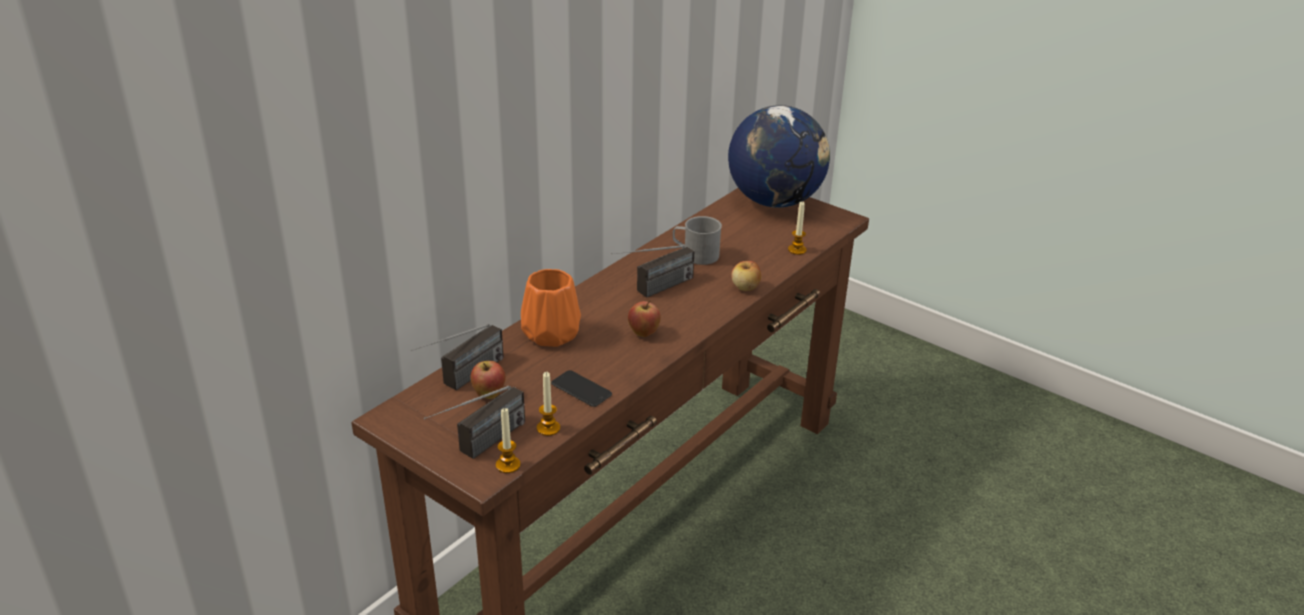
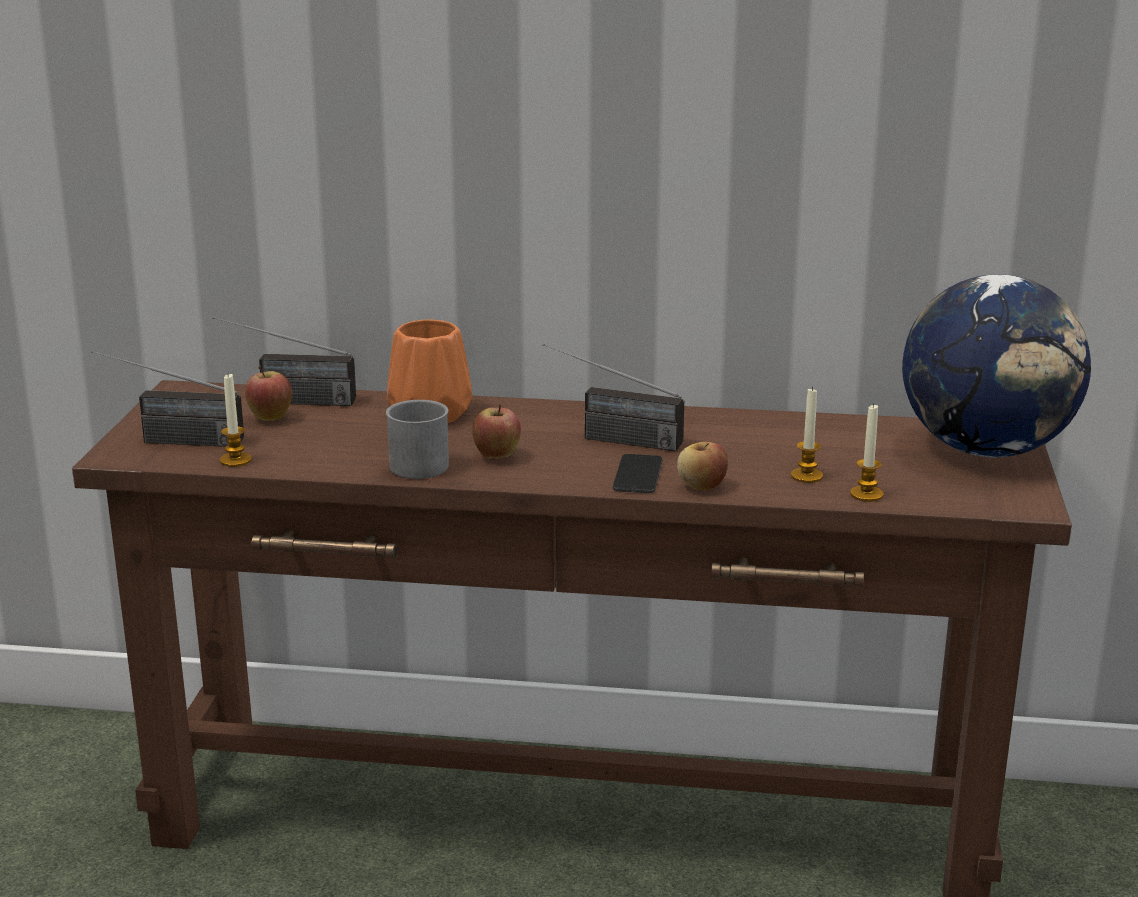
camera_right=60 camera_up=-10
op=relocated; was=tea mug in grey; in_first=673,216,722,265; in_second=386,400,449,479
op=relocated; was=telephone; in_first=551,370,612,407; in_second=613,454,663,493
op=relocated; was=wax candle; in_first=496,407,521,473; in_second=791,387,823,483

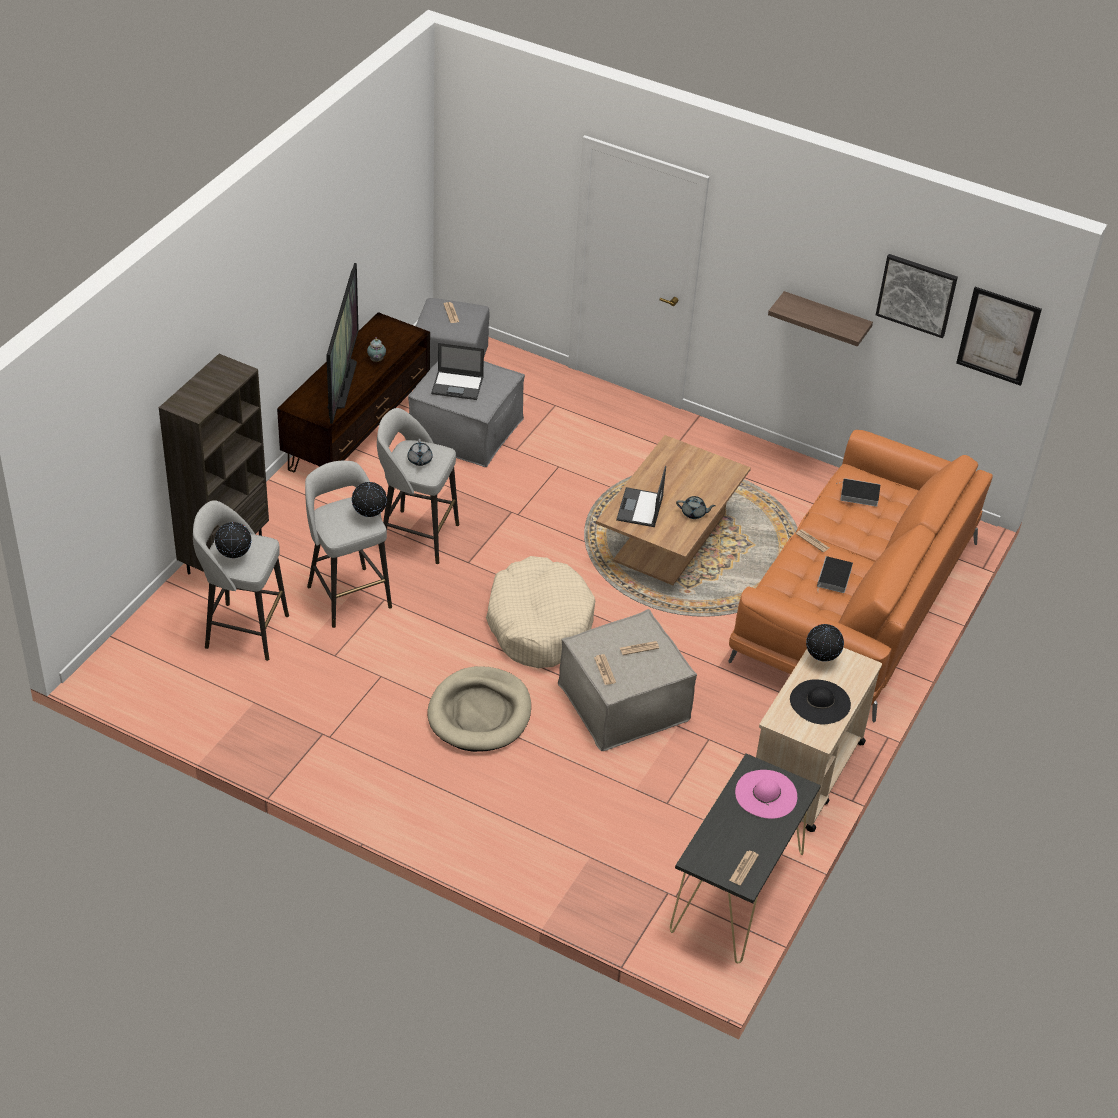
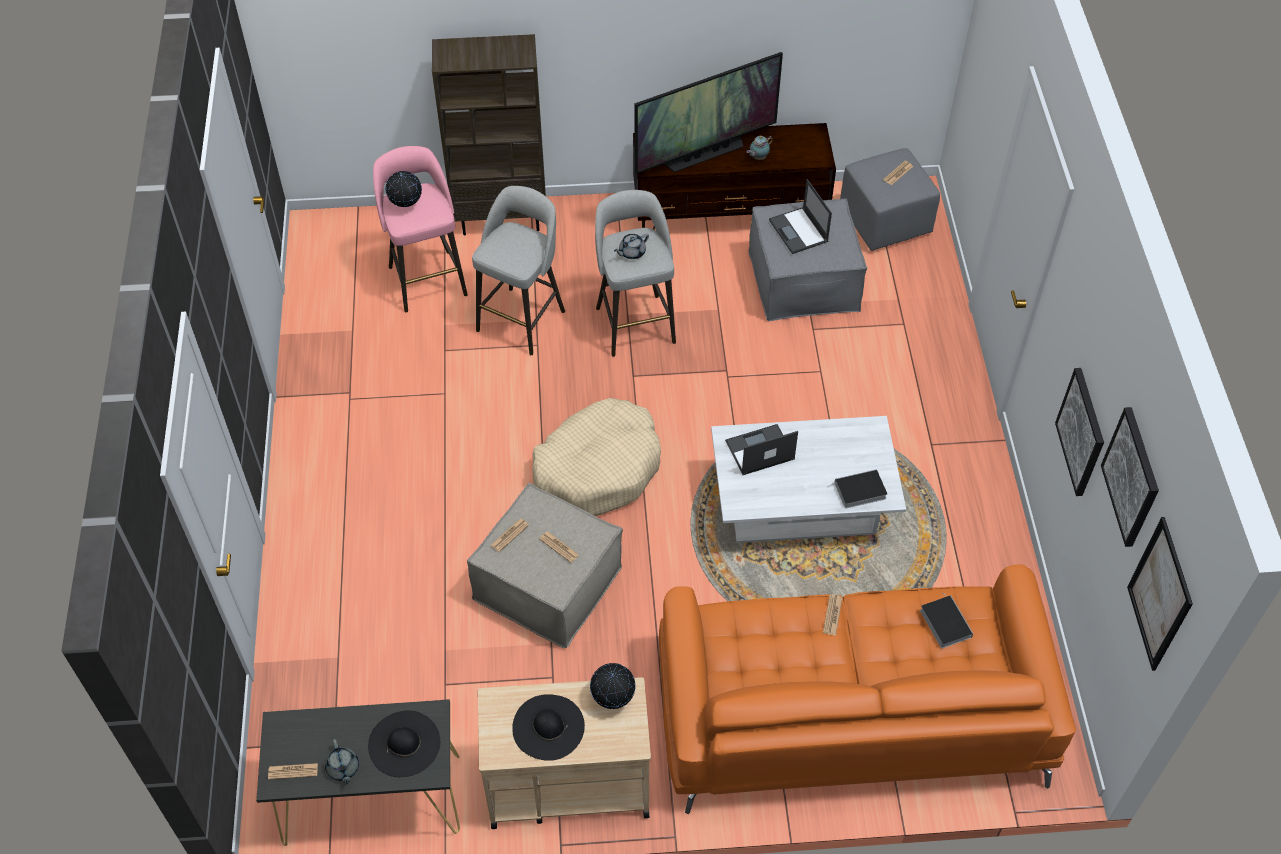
camera_right=60 camera_up=10
op=exchanged; was=shelf; now=wall picture; in_first=768,291,873,347; in_second=1055,368,1104,496
op=colour; was=low table in brownish; now=low table in white-coloured; in_first=596,435,751,585; in_second=711,416,906,543
op=missing; was=globe; in_first=352,482,387,517
op=relocated; was=teapot in grey; in_first=676,496,716,519; in_second=325,739,359,784
op=colour; was=stool seat in grey; now=stool seat in pink-coloured; in_first=193,500,289,661; in_second=373,146,468,312
op=relocated; was=book; in_first=817,556,853,593; in_second=827,469,887,509
op=missing; was=dog bed in beige-coloured; in_first=428,666,531,752
op=colour; was=hat in pink-coloured; now=hat in black-coloured; in_first=735,770,797,819; in_second=368,711,440,777

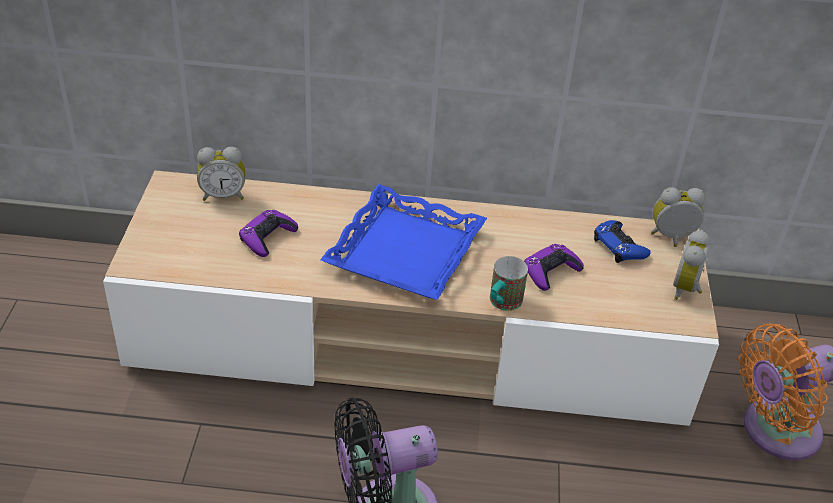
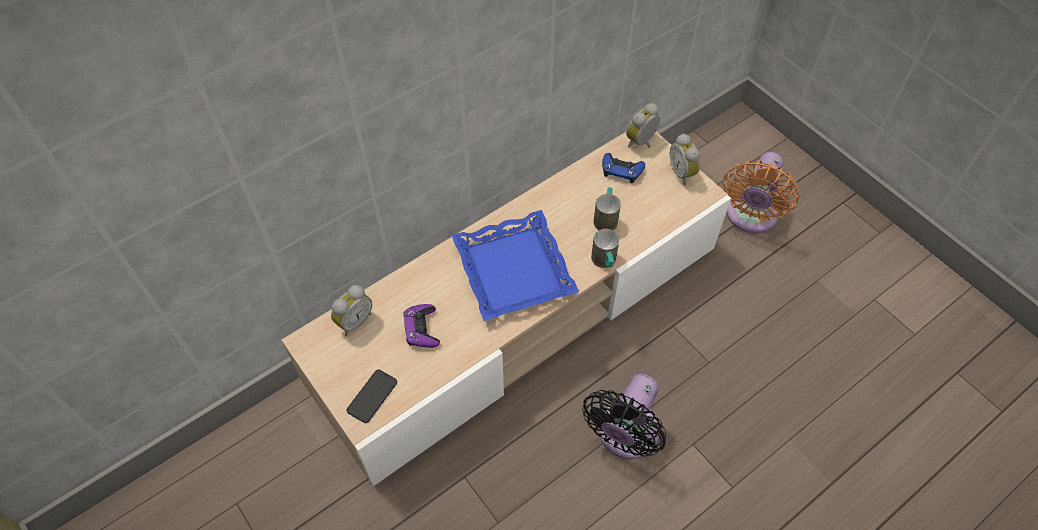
camera_right=-40 camera_up=15
op=exchanged; was=joypad in purple; now=tea mug; in_first=524,244,584,291; in_second=593,187,621,231
op=appeared; now=telephone; in_second=346,369,397,423

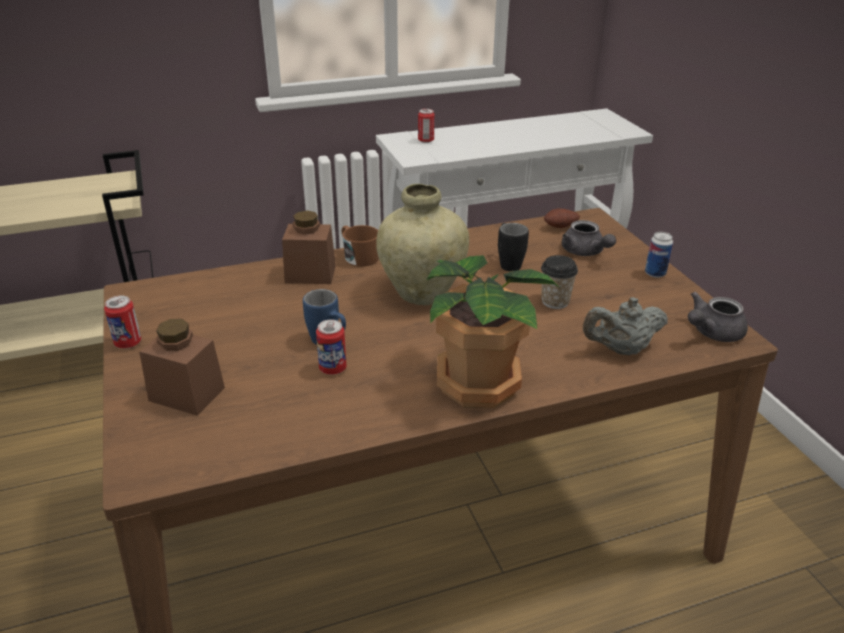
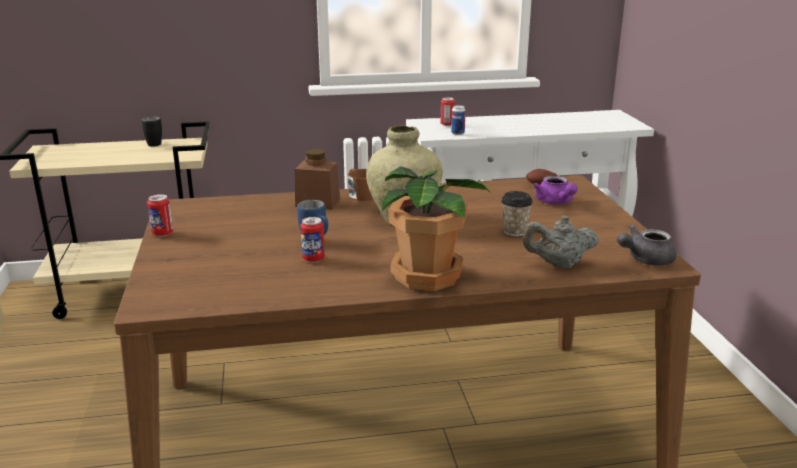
camera_right=10 camera_up=-10
op=colour; was=teapot in grey; now=teapot in purple; in_first=562,220,616,256; in_second=533,176,578,205
op=relocated; was=tea mug in black-coloured; in_first=498,223,529,271; in_second=141,117,162,147
op=relocated; was=can; in_first=645,232,673,278; in_second=451,105,466,135
op=missing; was=jar in brownish; in_first=139,319,225,416

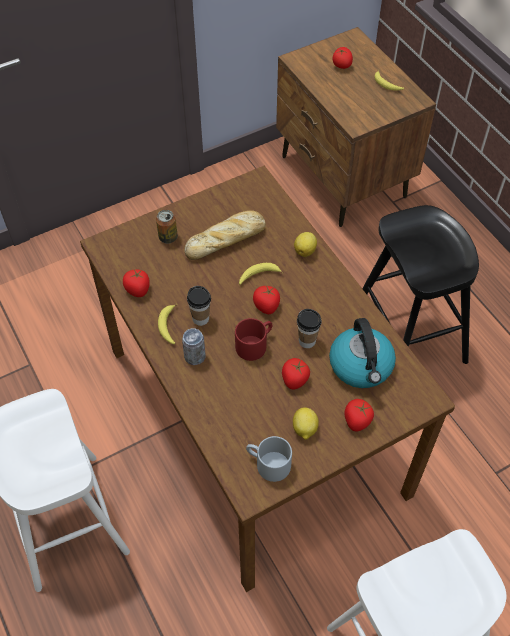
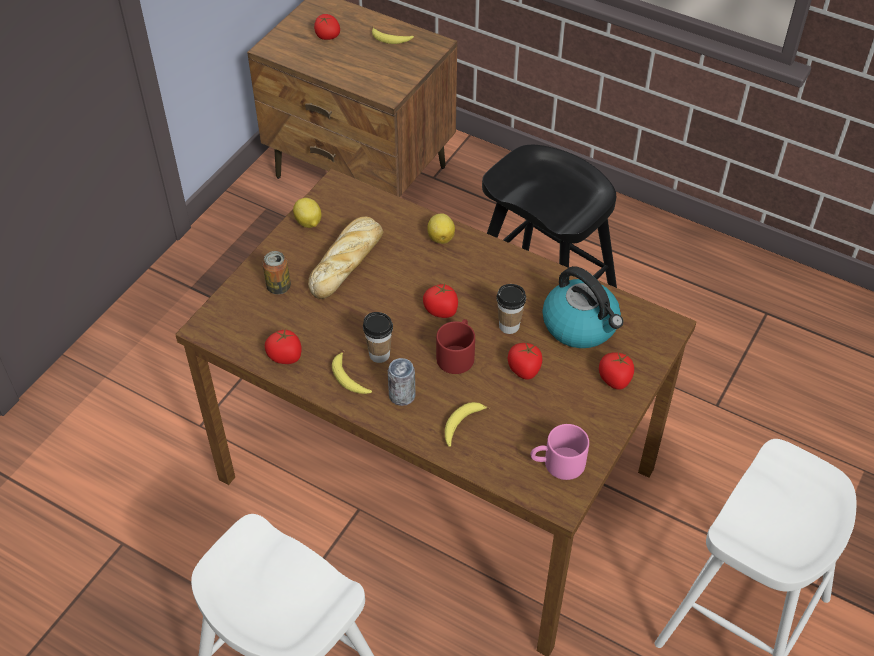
camera_right=-30 camera_up=-5
op=relocated; was=banana; in_first=239,263,283,285; in_second=445,402,490,447
op=relocated; was=citrus fruit; in_first=293,407,319,440; in_second=293,198,322,228
op=colour; was=tea mug in grey; now=tea mug in pink-coloured; in_first=246,436,292,482; in_second=530,424,589,480

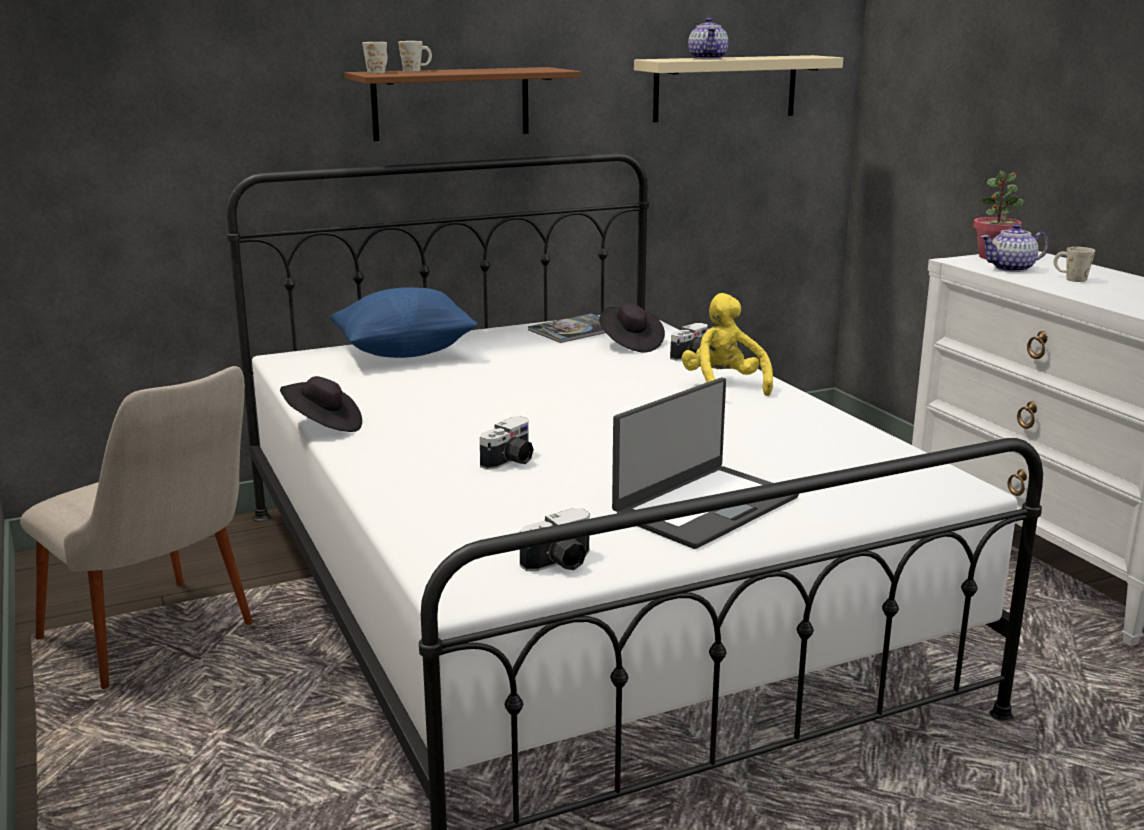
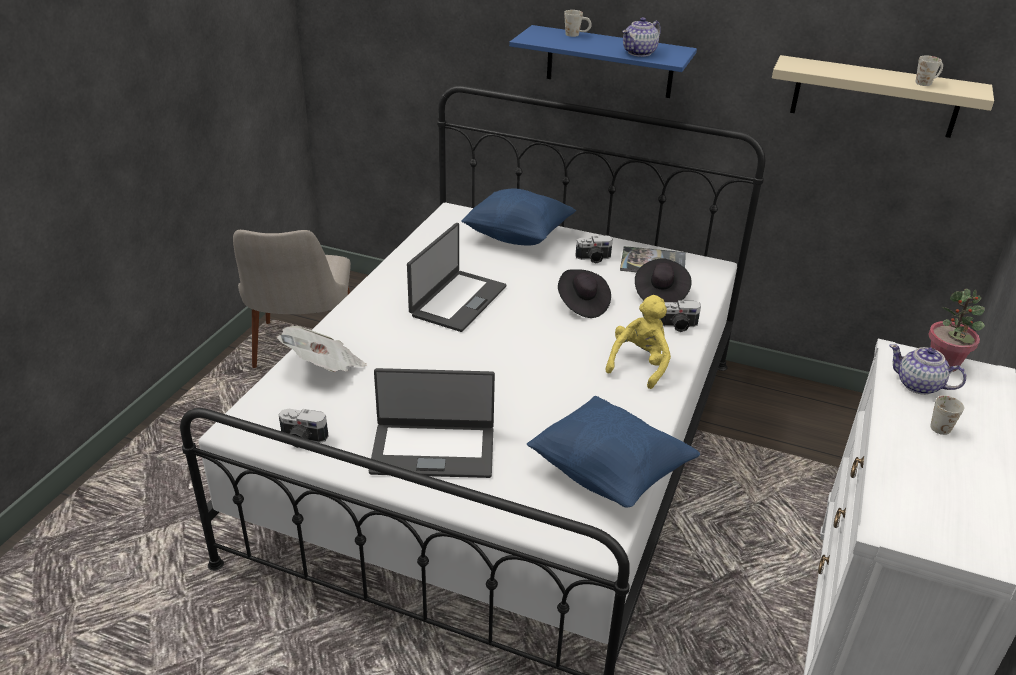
camera_right=45 camera_up=15
op=relocated; was=teapot; in_first=688,18,728,59; in_second=622,17,661,57
op=relocated; was=tea mug in white-coloured; in_first=362,42,388,73; in_second=916,56,943,86
op=colour; was=shelf in brownish; now=shelf in blue-coloured; in_first=344,67,581,141; in_second=509,25,697,98
op=relocated; was=hat in black-coloured; in_first=280,376,362,432; in_second=558,269,611,318
op=relocated; was=photo camera; in_first=480,416,534,470; in_second=575,235,613,263
op=appeared; now=laptop; in_second=407,223,506,332
op=appeared; now=daily paper; in_second=277,326,367,372
op=appeared; now=pillow in blue-coloured; in_second=527,396,700,508

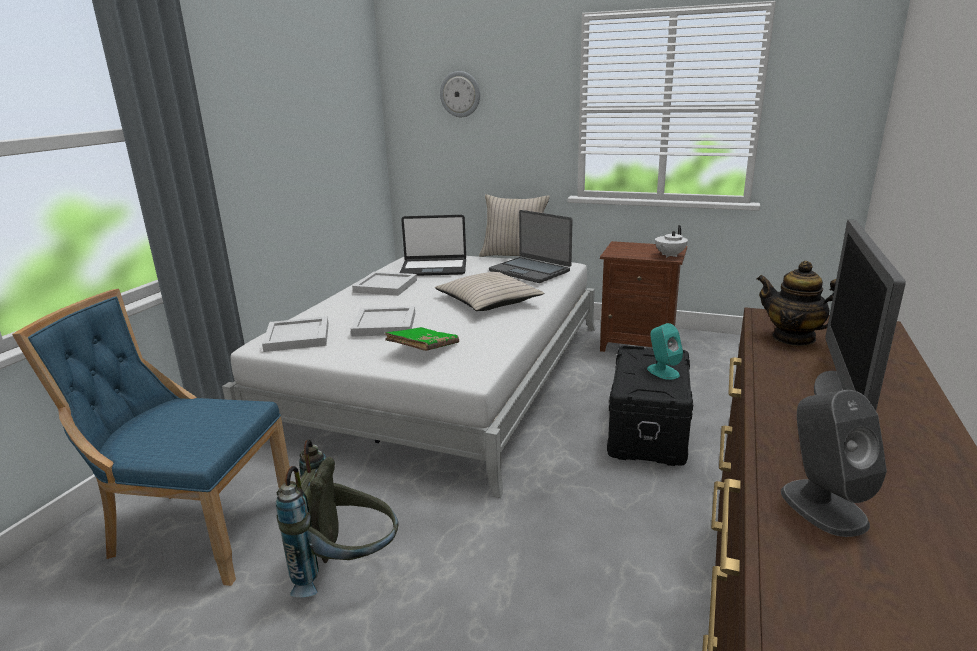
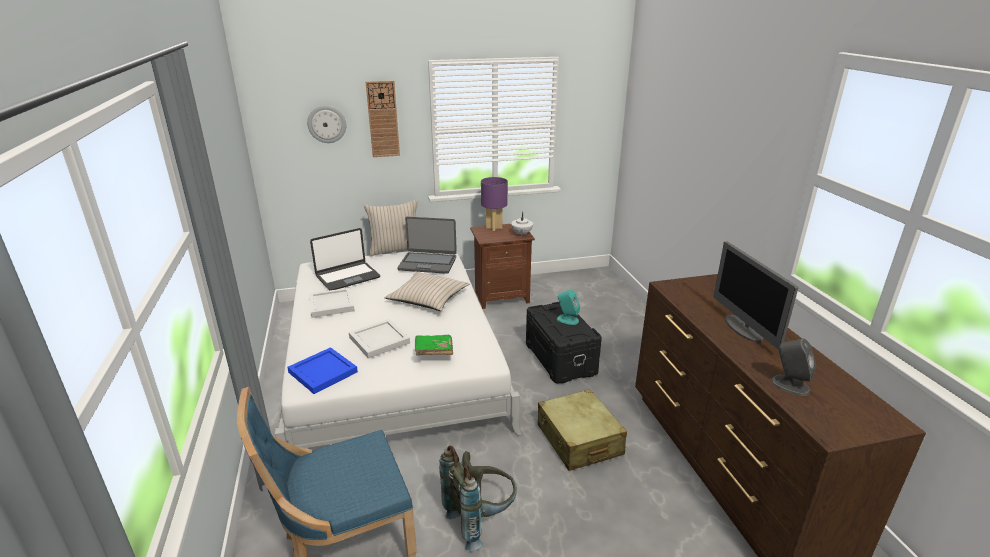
camera_right=-35 camera_up=5
op=missing; was=teapot; in_first=757,261,836,346
op=colour; was=serving tray in white-coloured; now=serving tray in blue-coloured; in_first=262,317,329,352; in_second=287,347,358,394
op=appeared; now=hanging clock; in_second=366,81,400,157
op=appeared; now=tabletop lamp in purple; in_second=481,177,508,231
op=appeared; now=piece of luggage in beige-coloured; in_second=538,389,627,471

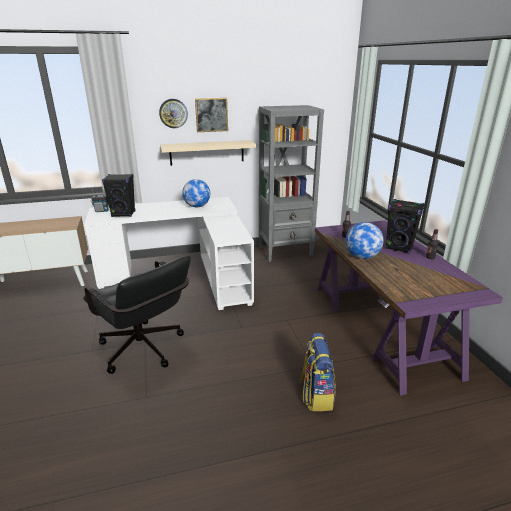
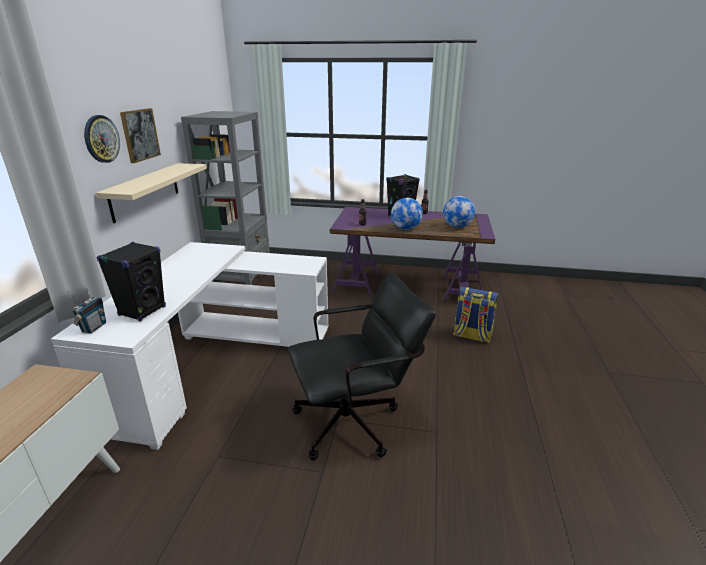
camera_right=-65 camera_up=0
op=relocated; was=globe; in_first=182,179,210,207; in_second=443,196,475,228

